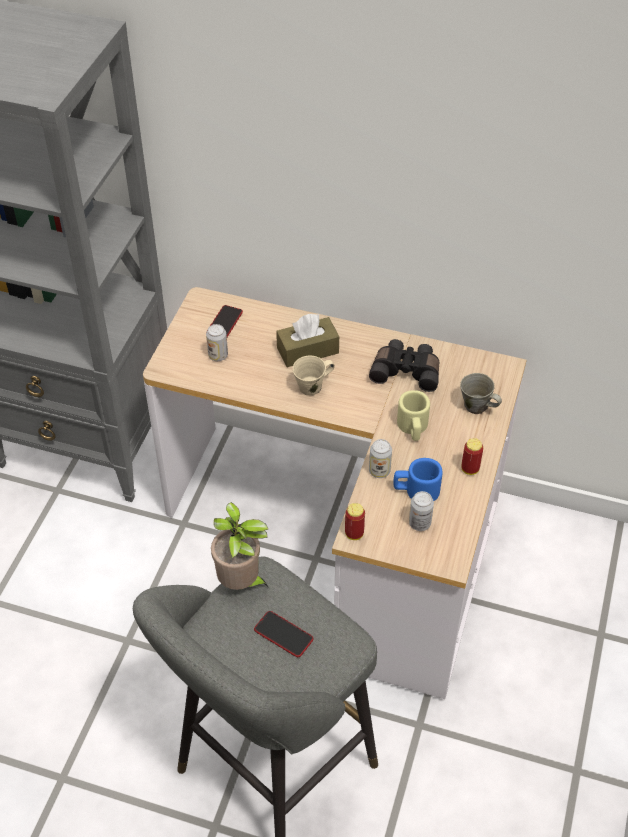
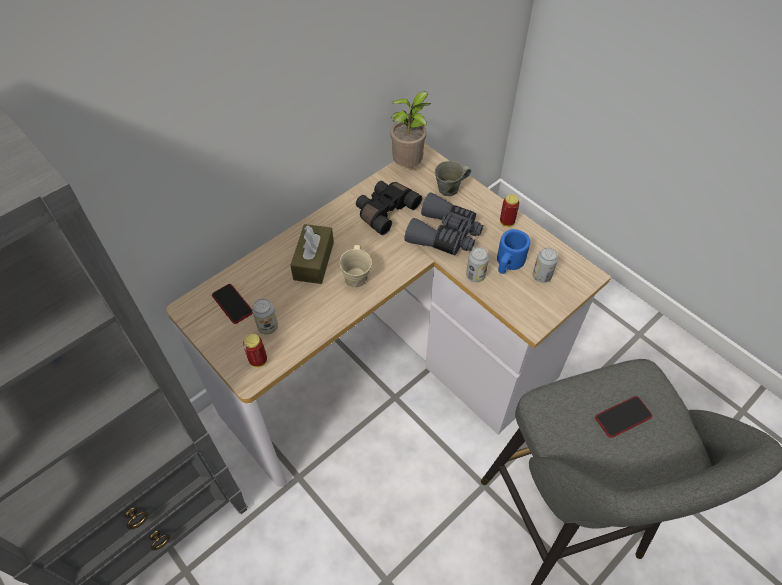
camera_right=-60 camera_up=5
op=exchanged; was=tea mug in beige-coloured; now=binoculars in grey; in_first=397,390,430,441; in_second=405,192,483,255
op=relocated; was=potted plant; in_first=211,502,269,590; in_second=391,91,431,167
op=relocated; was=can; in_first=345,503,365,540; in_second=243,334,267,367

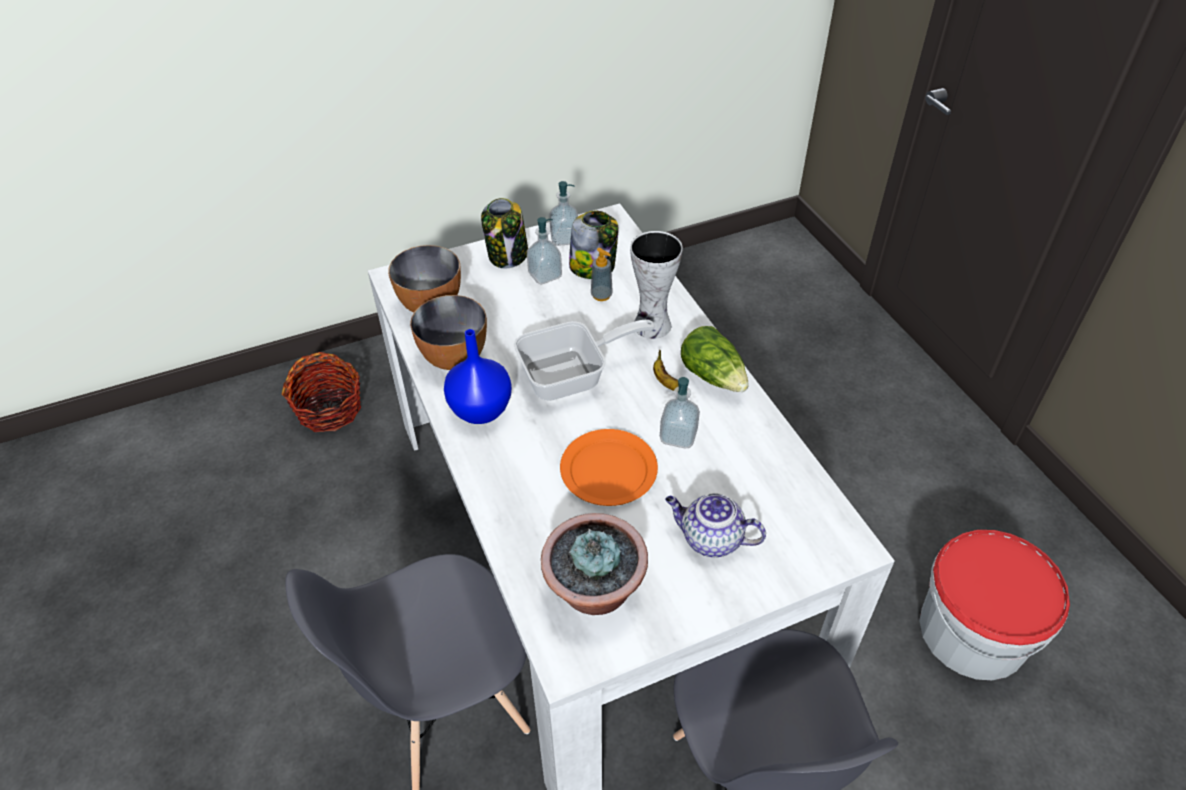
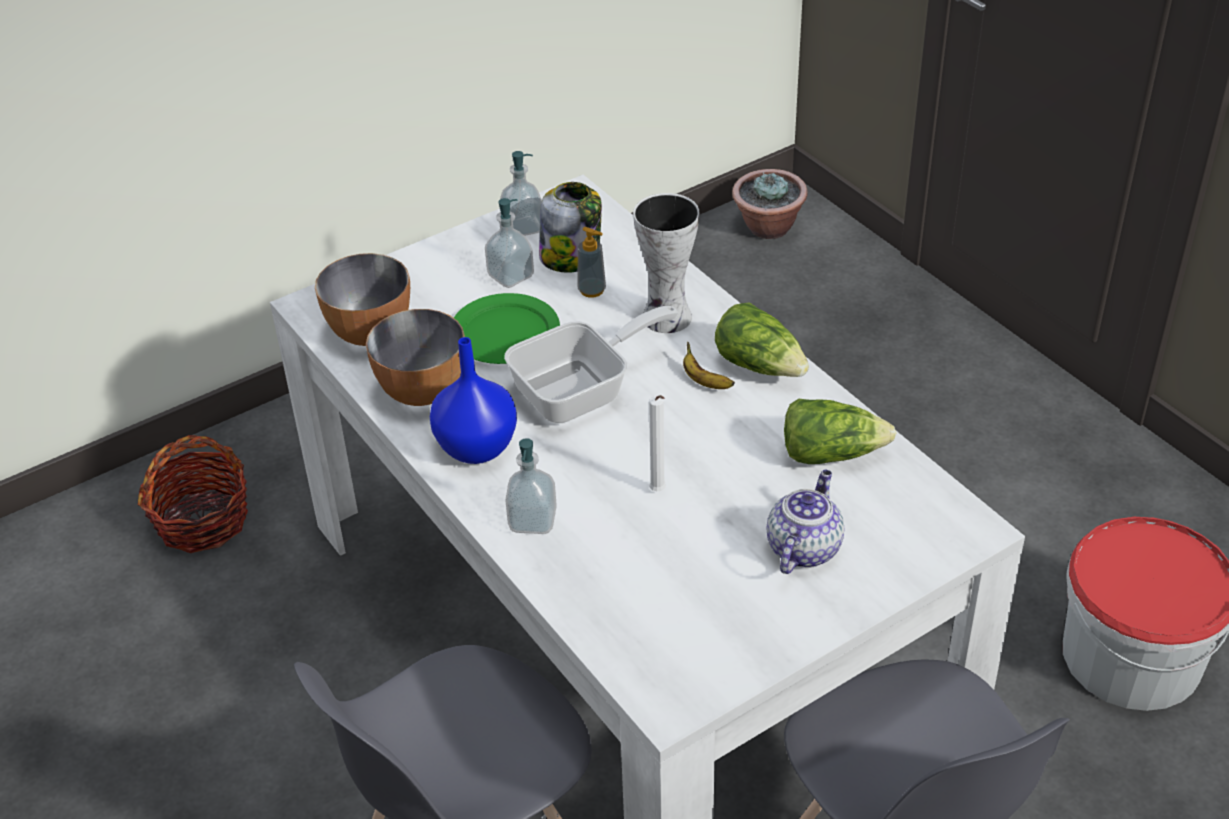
camera_right=-10 camera_up=-5
op=missing; was=jar; in_first=481,198,528,268
op=relocated; was=soap dispenser; in_first=660,377,700,449; in_second=505,438,557,534
op=exchanged; was=dinner plate in orange-coloured; now=wax candle in white-coloured; in_first=560,429,658,506; in_second=649,395,666,491
op=spun; was=teapot; in_first=665,493,766,557; in_second=767,470,844,574; clockwise=105
op=relocated; was=potted plant; in_first=541,513,648,615; in_second=732,169,808,239
op=appeared; now=dinner plate in greenish; in_second=454,293,560,364
op=appeared; now=head of lettuce; in_second=784,399,896,464

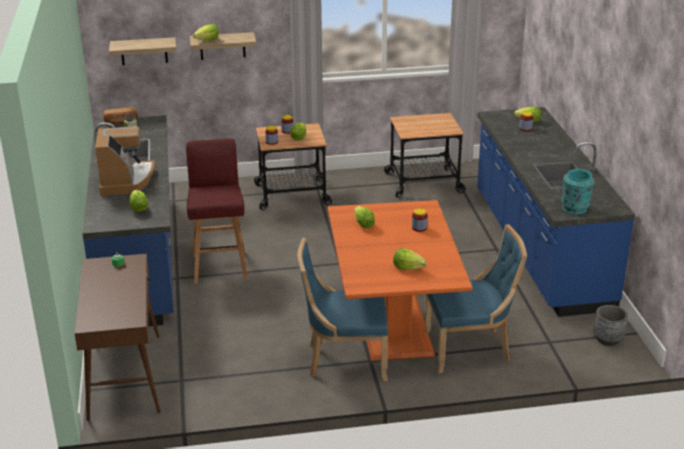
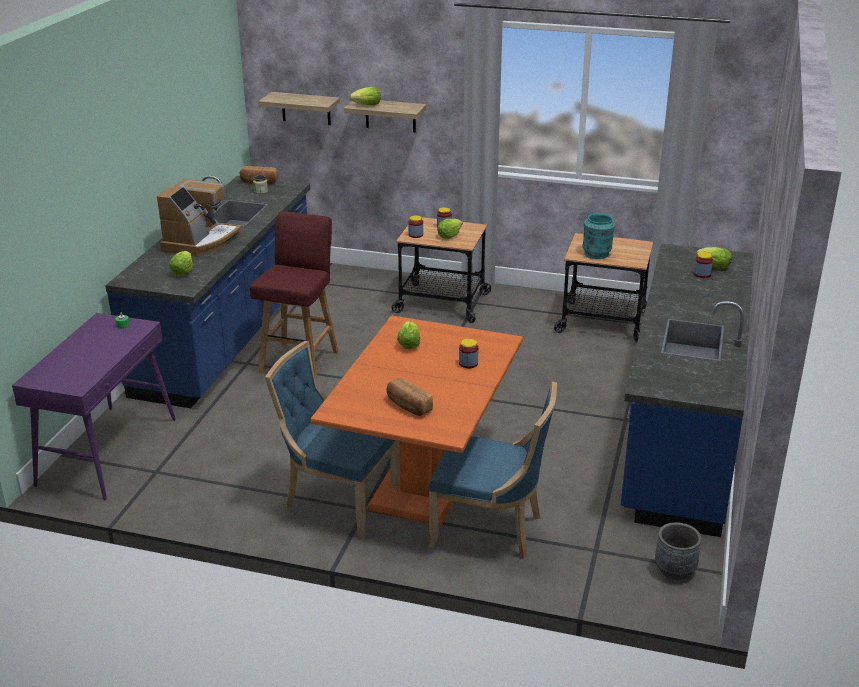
camera_right=25 camera_up=0
op=relocated; was=flower vase in blue-green; in_first=561,169,595,215; in_second=582,213,616,259
op=exchanged; was=head of lettuce; now=bread; in_first=393,248,427,270; in_second=386,377,433,416
op=colour; was=hall table in brownish; now=hall table in purple; in_first=74,254,161,421; in_second=12,313,176,500

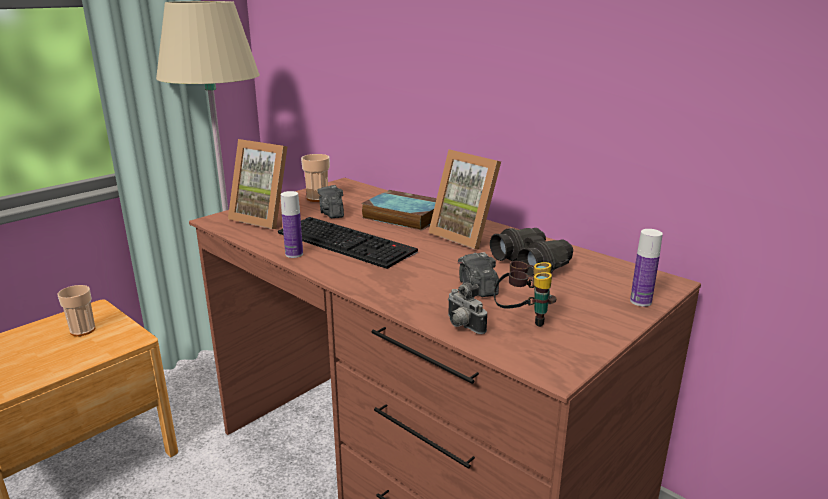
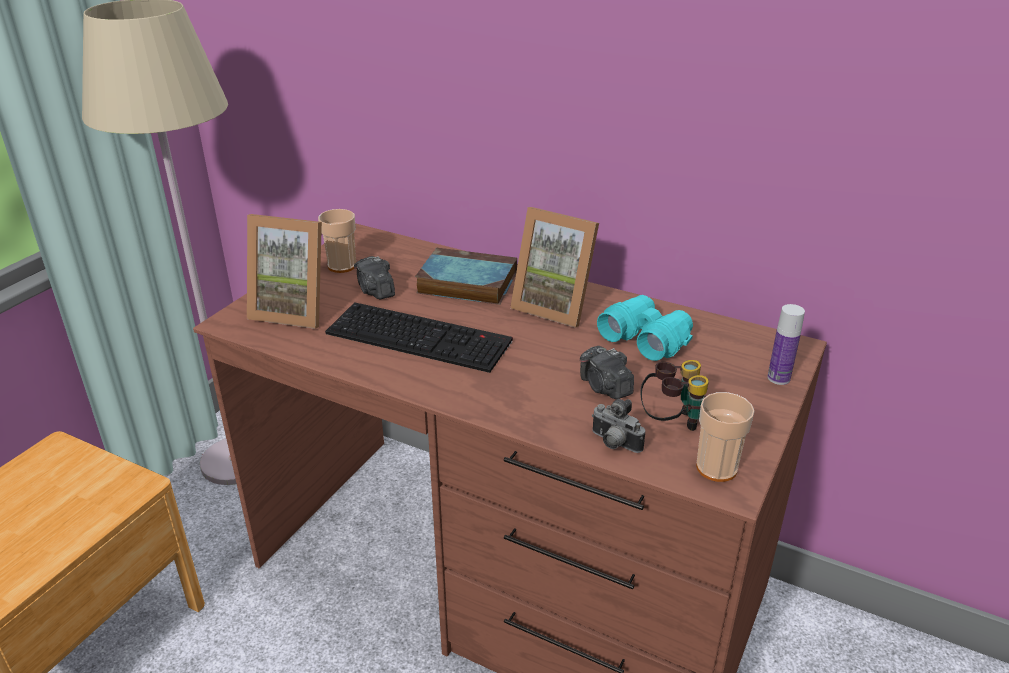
camera_right=-15 camera_up=10
op=missing; was=beverage bottle; in_first=281,191,303,258
op=colour; was=binoculars in black-coloured; now=binoculars in blue-green; in_first=490,228,573,276; in_second=597,295,693,361
op=relocated; was=cup; in_first=57,285,96,336; in_second=696,392,754,482

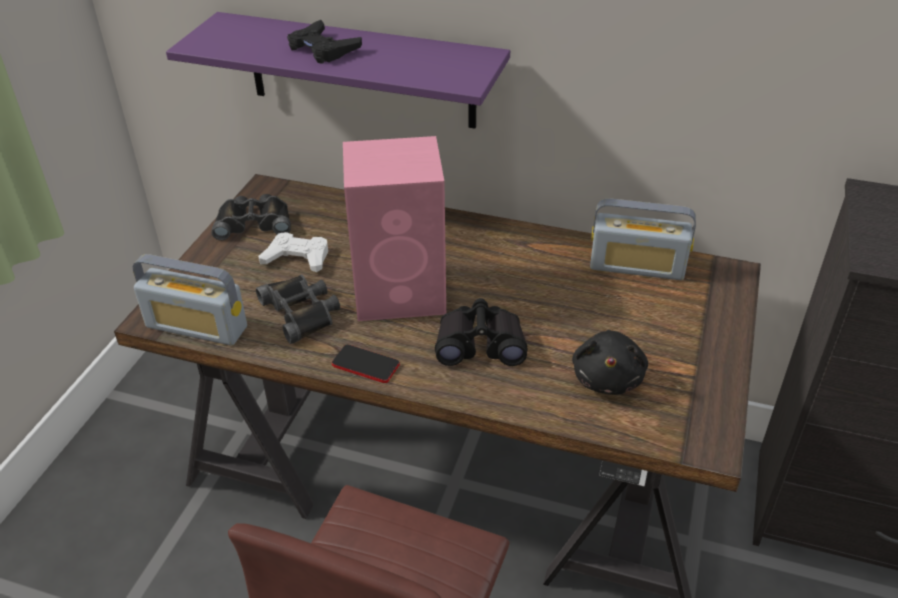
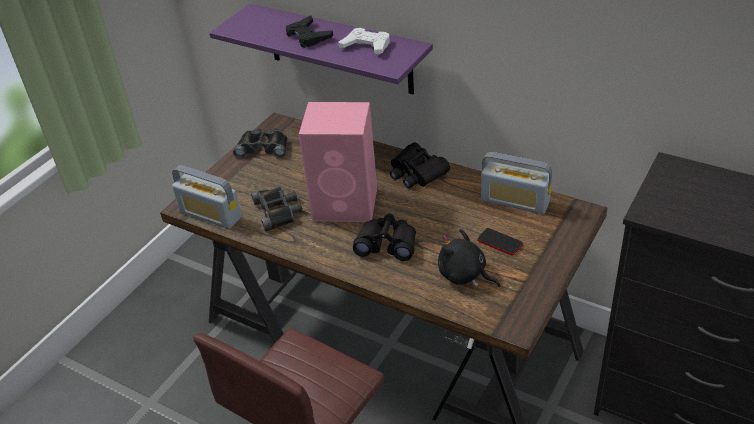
camera_right=15 camera_up=0
op=relocated; was=joypad in white-coloured; in_first=258,232,328,272; in_second=339,28,390,55
op=spun; was=plush toy in black-coloured; in_first=572,330,648,395; in_second=438,229,501,287; clockwise=105
op=relocated; was=telephone; in_first=332,345,400,383; in_second=477,228,523,256
op=appeared; now=binoculars in black-coloured; in_second=390,142,450,188

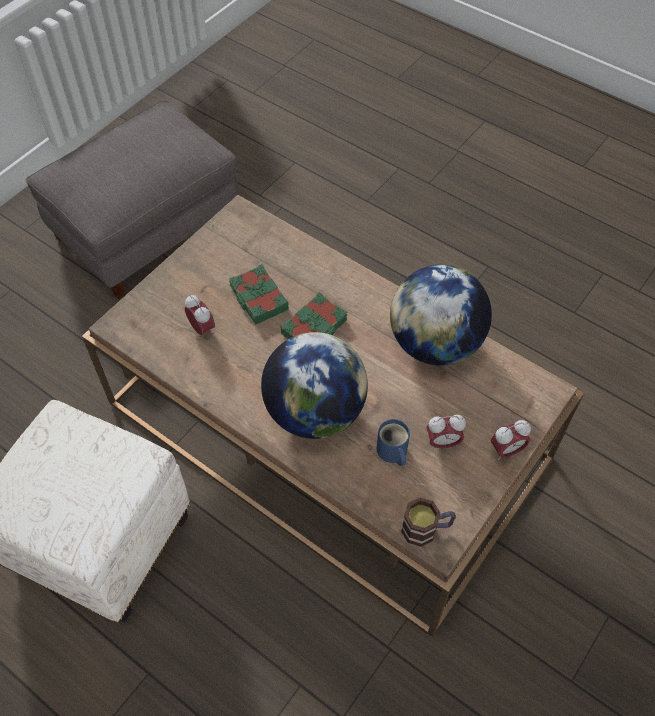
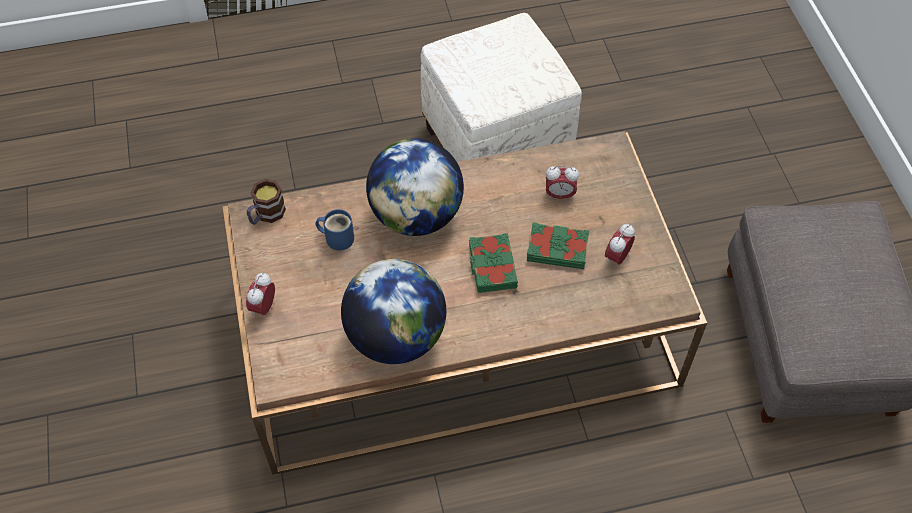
camera_right=130 camera_up=0
op=relocated; was=table clock; in_first=427,415,466,450; in_second=605,224,635,265

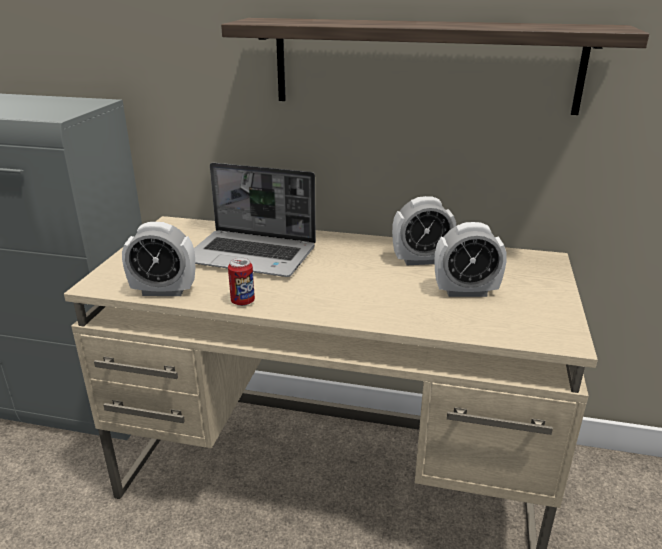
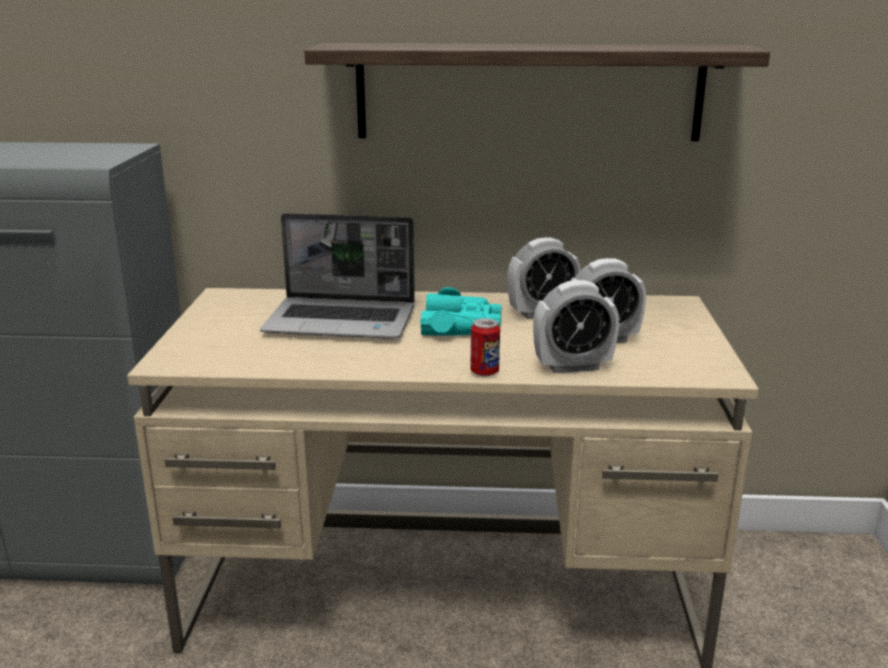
camera_right=-10 camera_up=-5
op=relocated; was=table clock; in_first=122,222,195,296; in_second=533,280,619,373
op=relocated; was=can; in_first=228,257,255,306; in_second=470,318,500,377
op=appeared; now=binoculars in blue-green; in_second=420,287,501,336

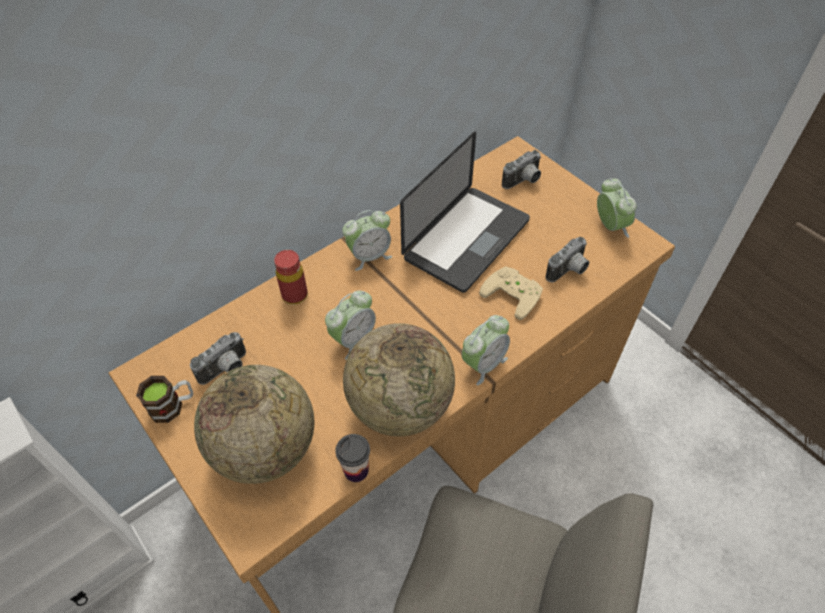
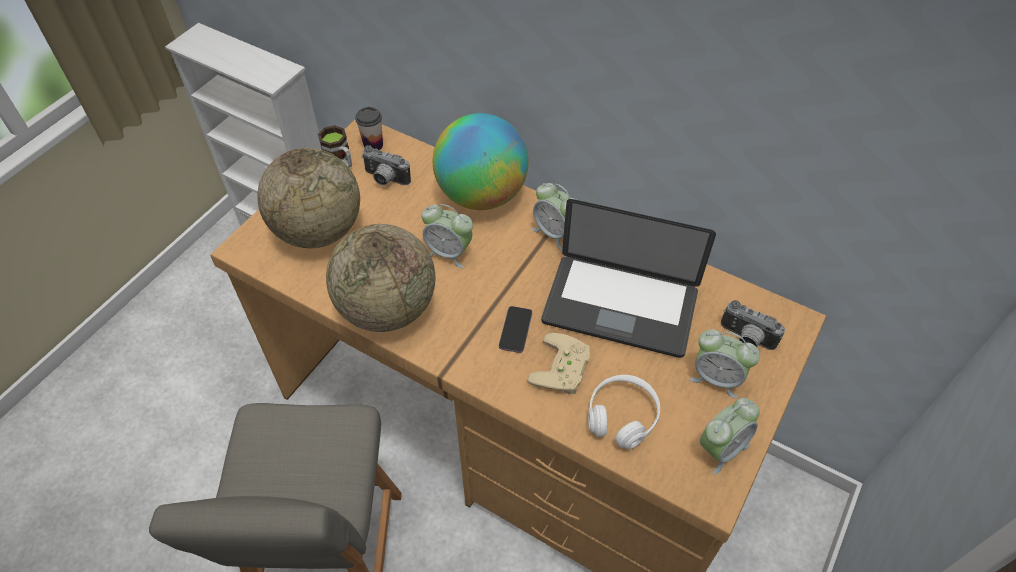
camera_right=70 camera_up=0
op=exchanged; was=photo camera; now=headset in white-coloured; in_first=546,237,589,282; in_second=588,375,660,449
op=exchanged; was=beverage bottle in red-coloured; now=globe; in_first=274,250,308,304; in_second=433,113,528,210
op=relocated; was=table clock; in_first=461,315,510,385; in_second=689,329,760,398
op=relocated; was=cup; in_first=335,434,370,482; in_second=355,107,383,150
op=appeared; now=telephone; in_second=499,306,532,353

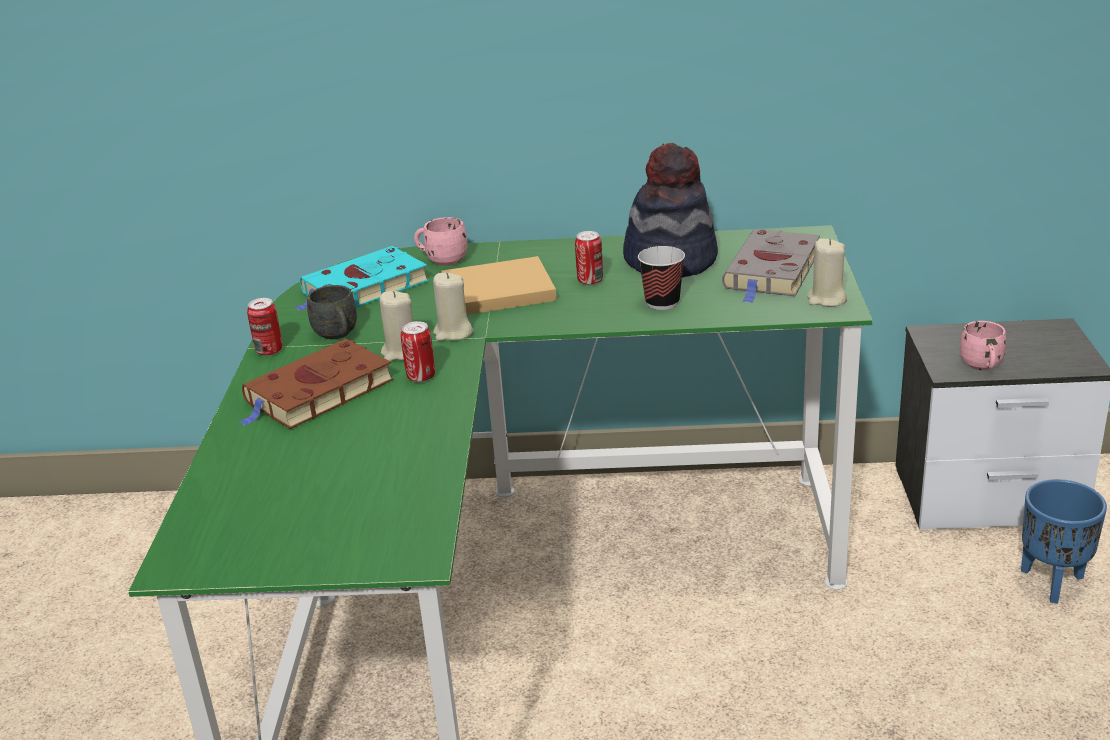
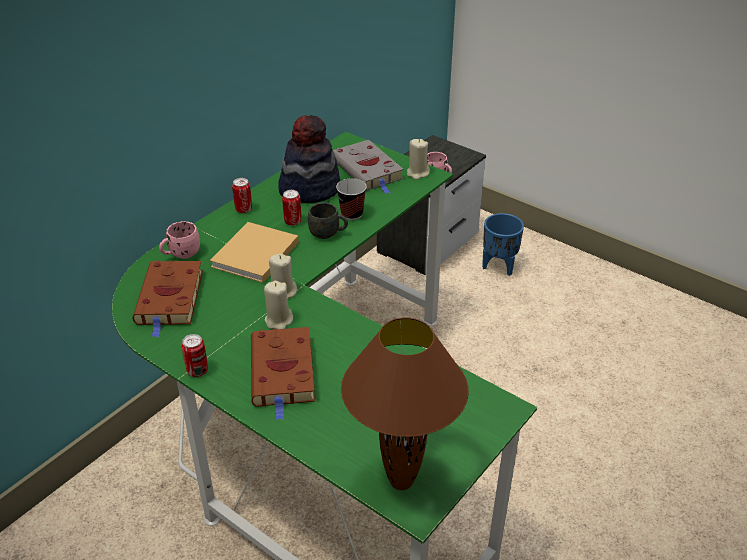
camera_right=-55 camera_up=10
op=colour; was=book in blue-green; now=book in brownish; in_first=295,246,429,311; in_second=133,260,203,337
op=relocated; was=tea mug in grey; in_first=307,285,357,339; in_second=308,203,348,239
op=relocated; was=can; in_first=401,321,435,382; in_second=232,178,252,213
op=appeared; now=tabletop lamp in brownish; in_second=341,317,469,490

